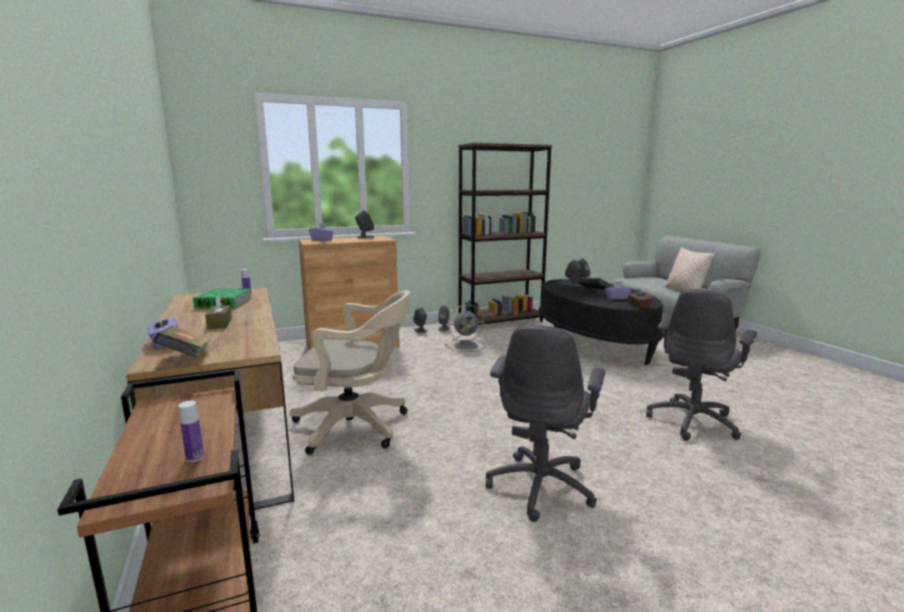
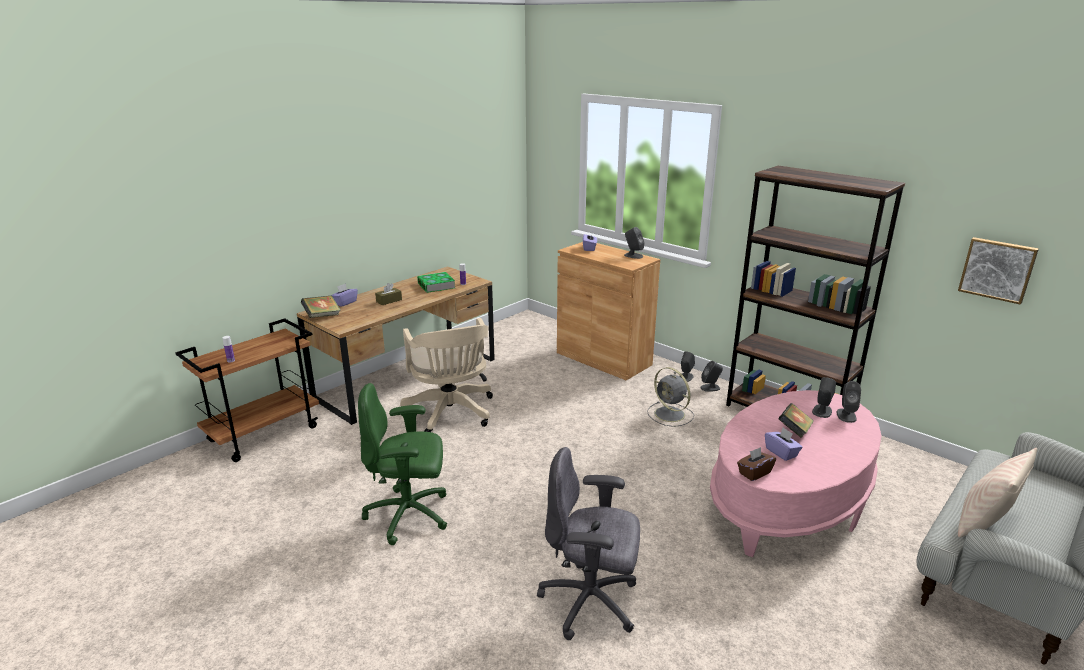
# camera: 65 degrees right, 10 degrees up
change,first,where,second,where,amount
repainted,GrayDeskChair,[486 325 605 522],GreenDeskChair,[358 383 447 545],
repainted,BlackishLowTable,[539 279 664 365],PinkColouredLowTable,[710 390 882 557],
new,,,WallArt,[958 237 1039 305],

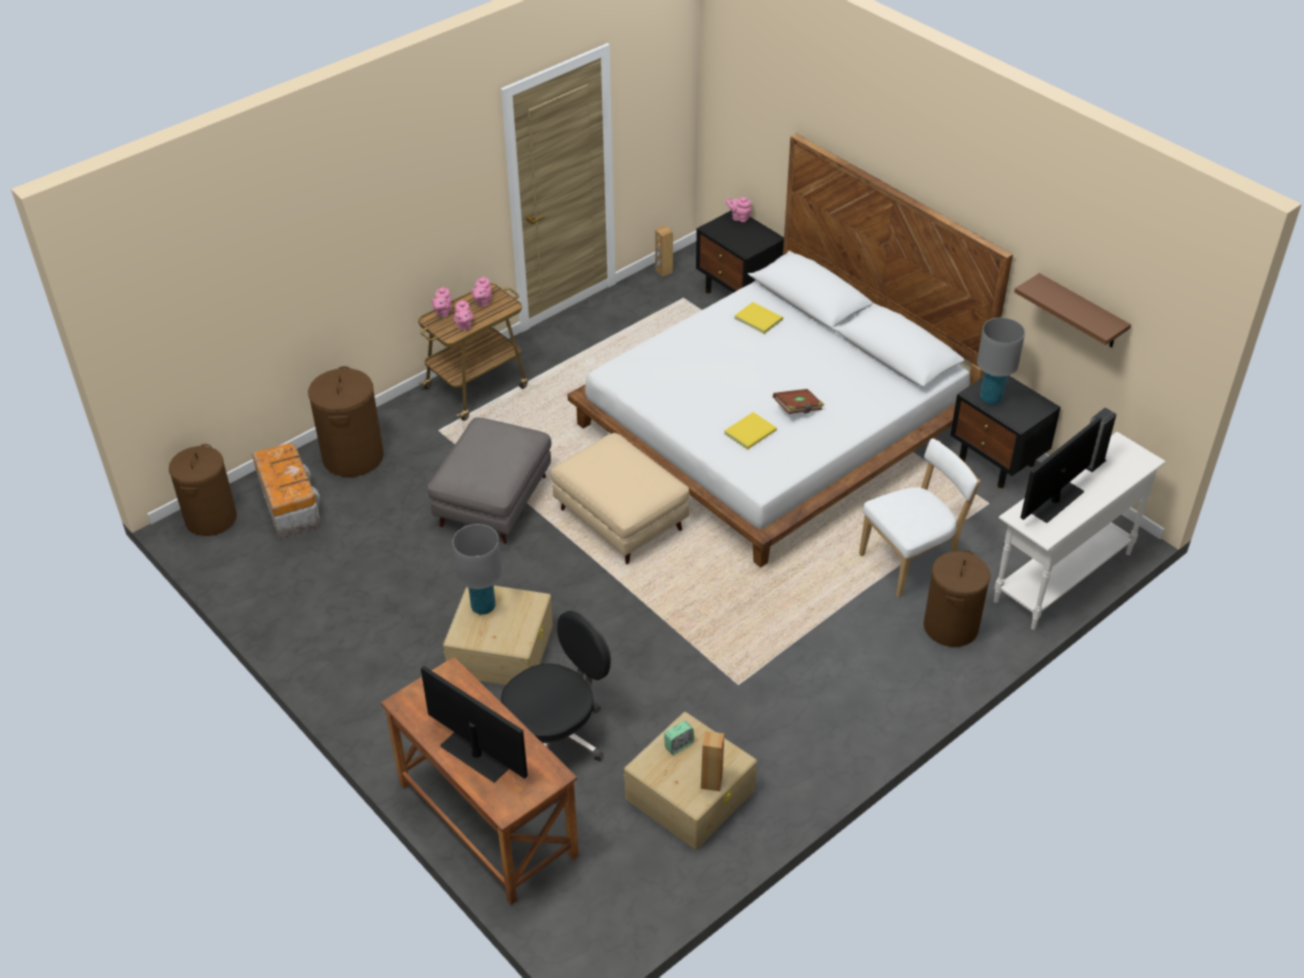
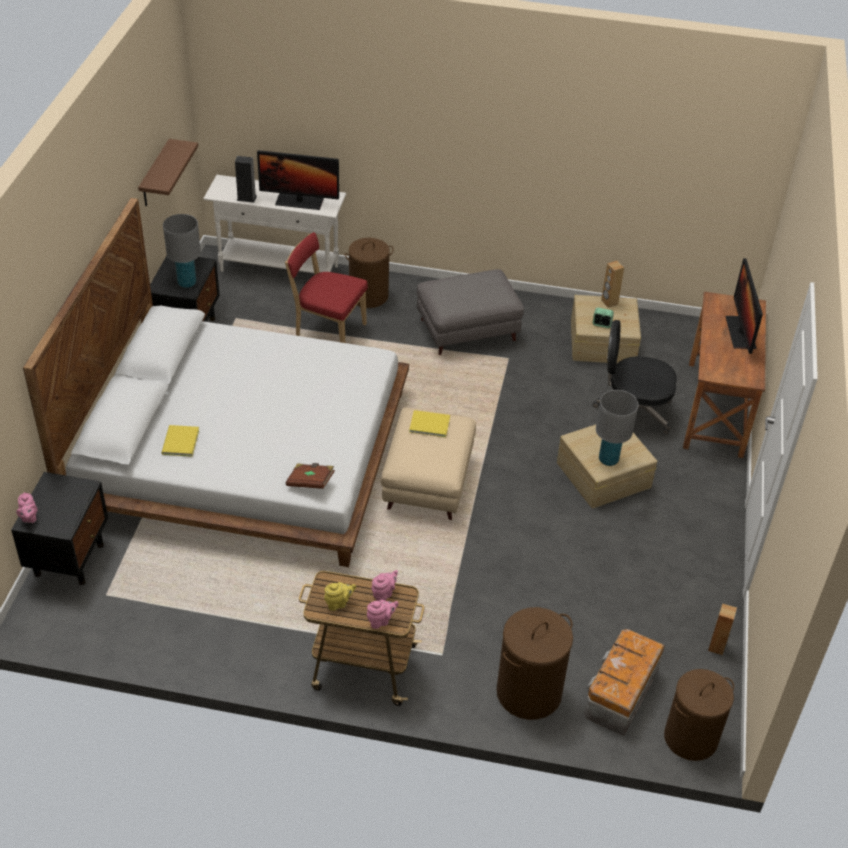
# camera: 130 degrees left, 0 degrees up
change,first,where,second,where,amount
repainted,WhitePlainChair,[859 438 980 598],ReddishPlainChair,[285 232 368 343],
shifted,BrownishVolume,[773 389 824 414],,[286 463 335 489],
repainted,PinkColouredTeapot,[471 276 491 307],YellowTeapot,[324 582 356 611],
shifted,YellowVolume,[724 412 777 450],,[409 410 450 437],
shifted,GrayFootrest,[427 417 552 544],,[417 269 524 355],
shifted,BrownishLoudspeaker,[655 226 673 277],,[708 604 737 655],

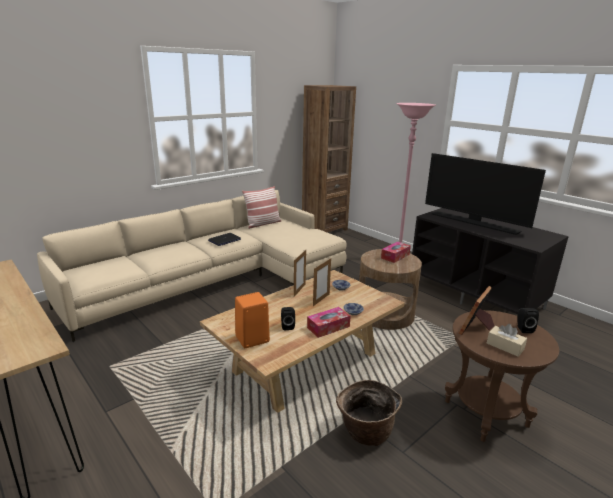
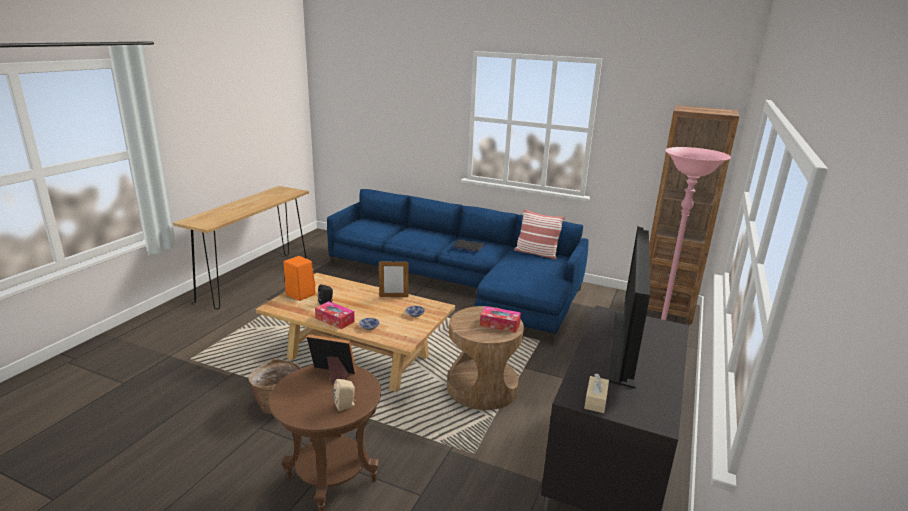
# camera: 65 degrees right, 0 degrees up
change,first,where,second,where,amount
repainted,BeigeColouredSettee,[37 190 347 342],BluishSettee,[327 189 589 344],
repainted,BlackishLoudspeaker,[518 308 539 333],BeigeColouredLoudspeaker,[333 379 356 411],
shifted,BeigeColouredTissueBox,[487 324 527 357],,[584 373 609 413],
gone,PhotoFrame,[313 258 331 306],,,

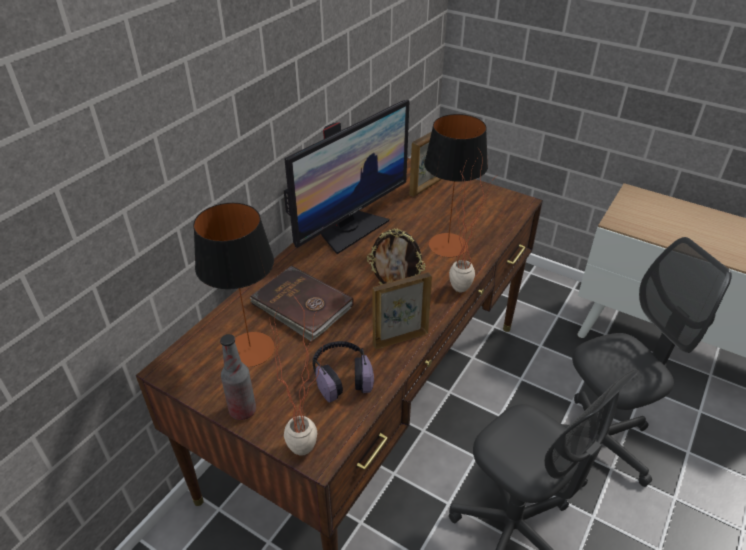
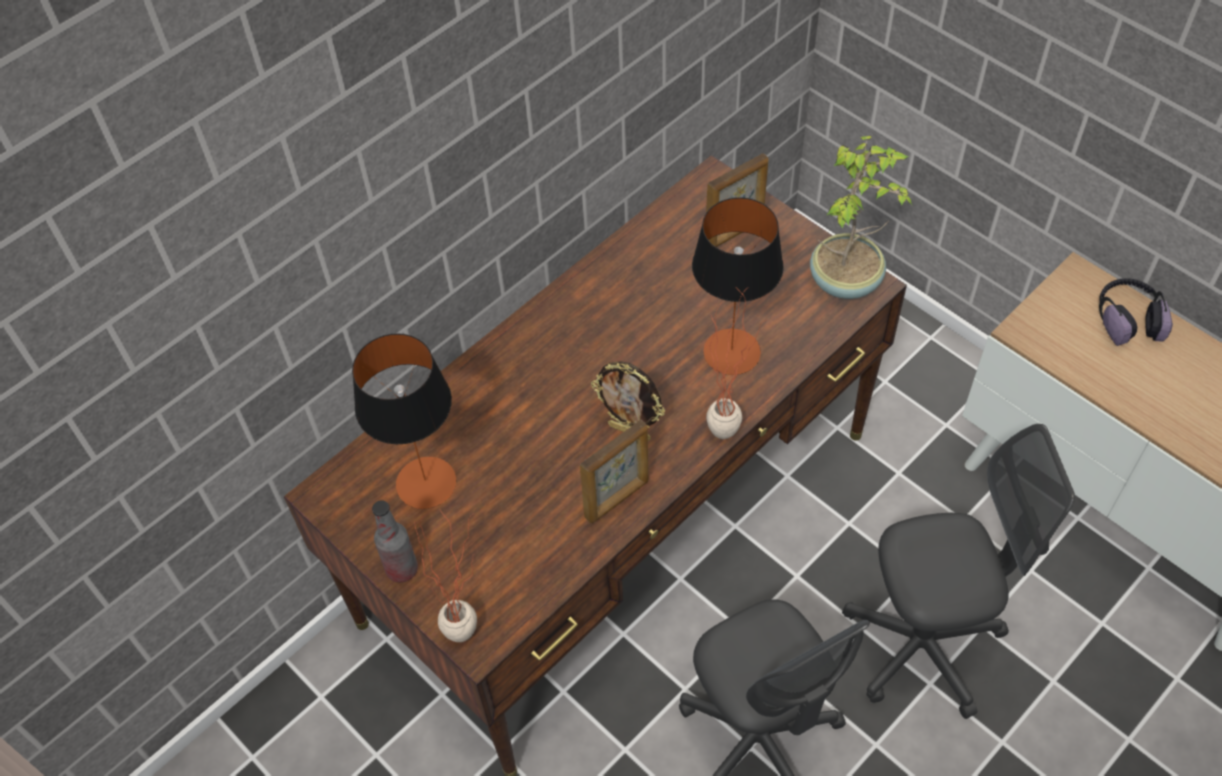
# camera: 15 degrees right, 15 degrees up
change,first,where,second,where,amount
rotated,PhotoFrame,[373 272 432 349],,[580 420 648 523],150 degrees clockwise
new,,,Houseplant,[810 136 912 299],
shifted,Headphones,[312 341 374 403],,[1099 278 1173 346],
gone,BrownishVolume,[250 266 354 341],,,
gone,ComputerScreen,[284 100 410 254],,,

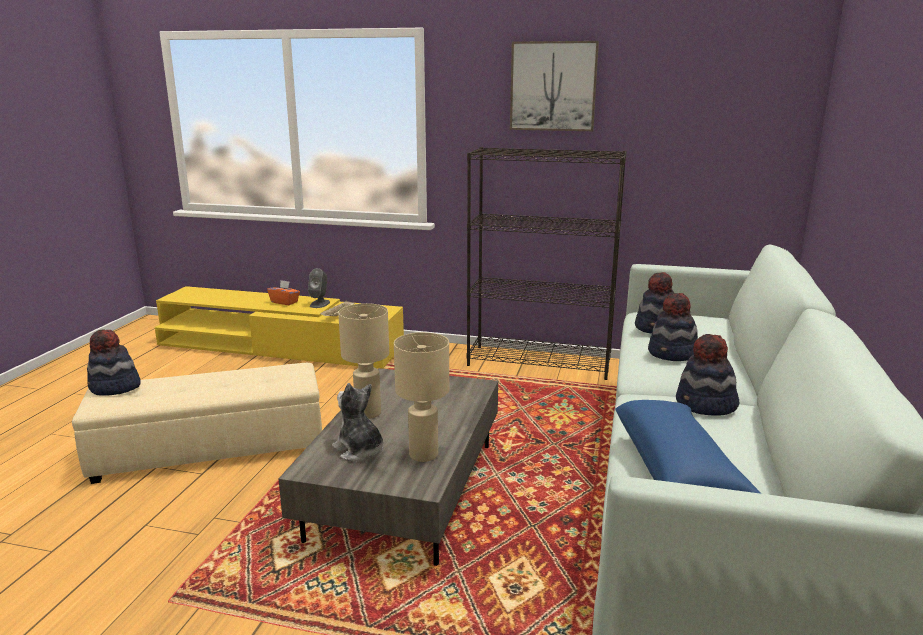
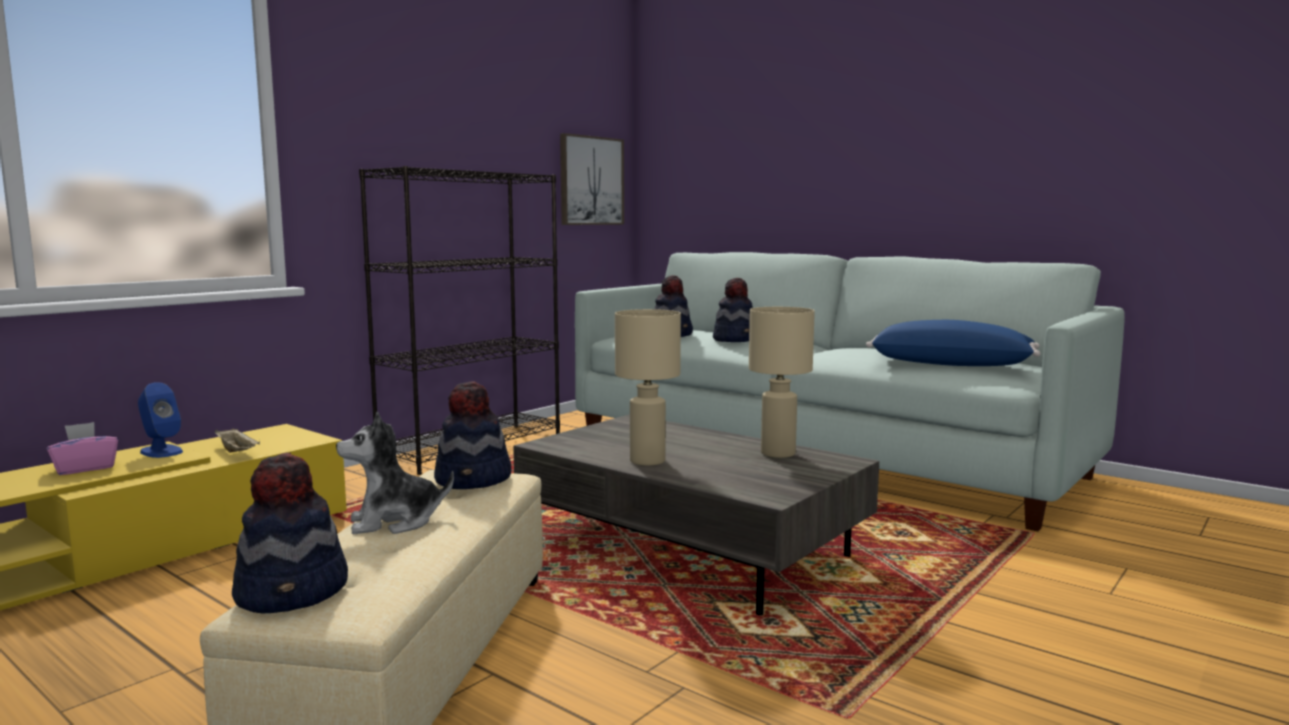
# camera: 65 degrees left, 10 degrees down
change,first,where,second,where,amount
repainted,OrangeyTissueBox,[267 280 300 305],PinkColouredTissueBox,[47 422 118 475],
repainted,GrayLoudspeaker,[308 268 330 308],BluishLoudspeaker,[138 382 183 458],
shifted,SoftToy,[332 383 384 462],,[336 412 454 535],
shifted,Hat,[676 334 739 416],,[434 381 511 489],
shifted,WallArt,[510 41 599 131],,[560 133 624 225],

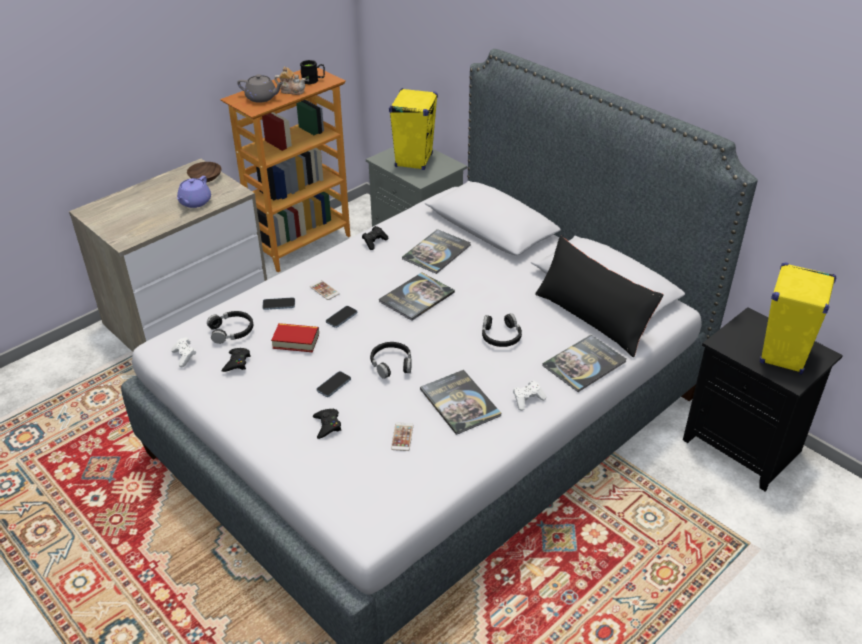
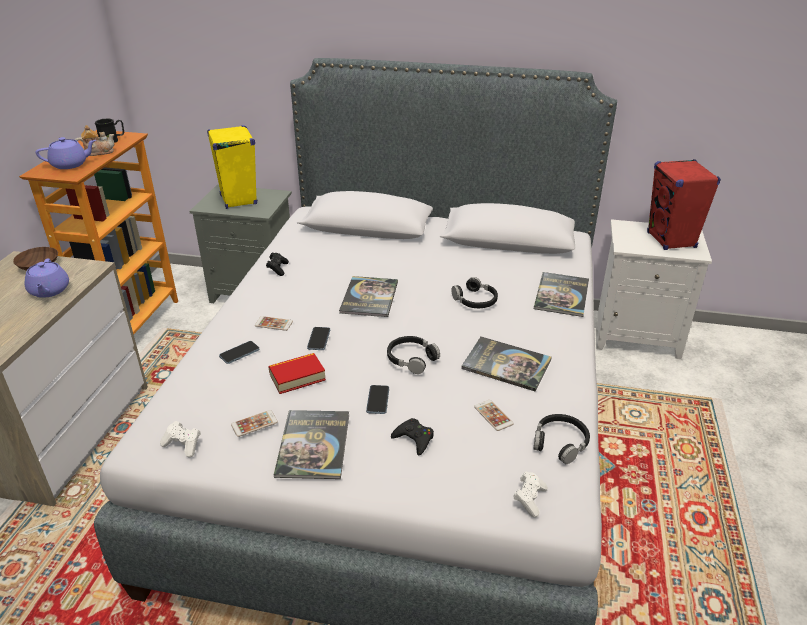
# camera: 35 degrees left, 5 degrees down
change,first,where,second,where,amount
repainted,GrayTeapot,[237 74 284 103],PurpleColouredTeapot,[36 137 96 169],
swapped,BlackishJoypad,[222 348 250 372],Handset,[231 410 278 437],
shifted,Volume,[402 229 471 274],,[274 410 349 479],
shifted,WhiteJoypad,[513 380 546 411],,[513 472 548 518],
shifted,BlackishHeadphones,[207 311 253 344],,[533 414 590 464],
repainted,BlackishNightTable,[683 307 843 491],WhiteNightTable,[597 219 712 359],
repainted,YellowLoudspeaker,[760 263 837 375],ReddishLoudspeaker,[647 159 721 250],
gone,BlackishPillow,[535 236 664 357],,,

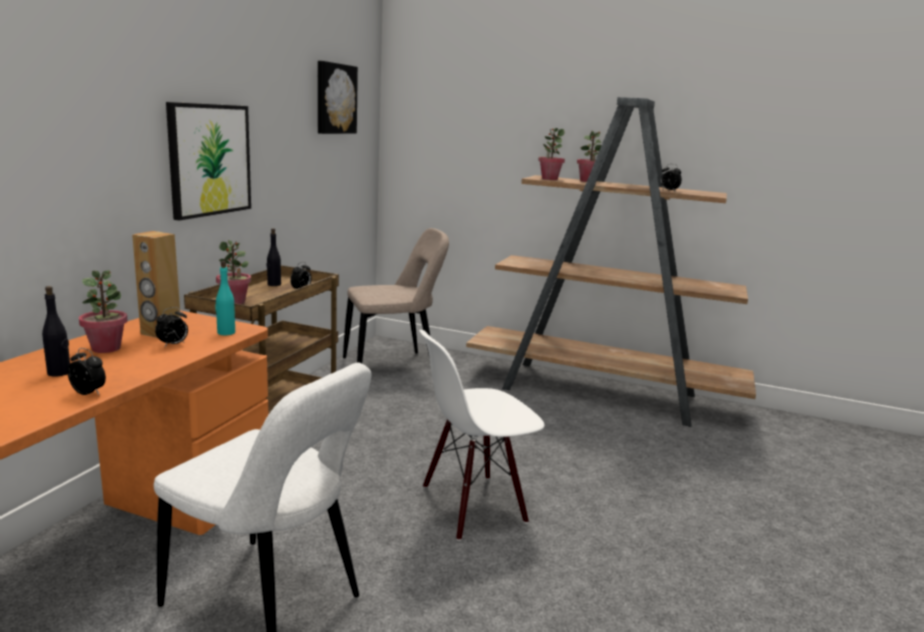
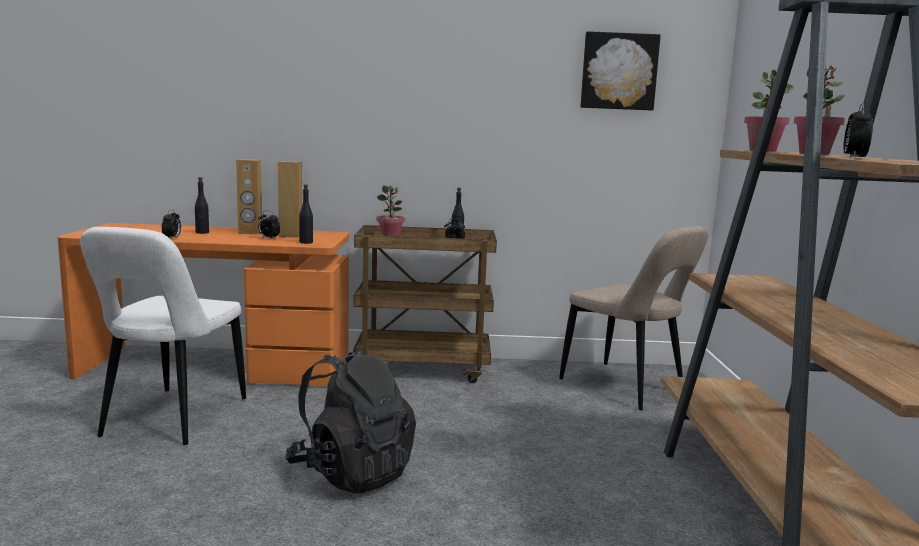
# camera: 70 degrees right, 5 degrees down
change,first,where,second,where,amount
swapped,Houseplant,[79 270 128 353],BrownishLoudspeaker,[236 159 262 235],
swapped,WhitePlainChair,[419 330 544 541],BlackishKnapsack,[285 348 416 494],
repainted,BlueGreenBottle,[215 261 235 335],BlackishBottle,[299 184 313 244],
gone,WallArt,[166 102 251 221],,,

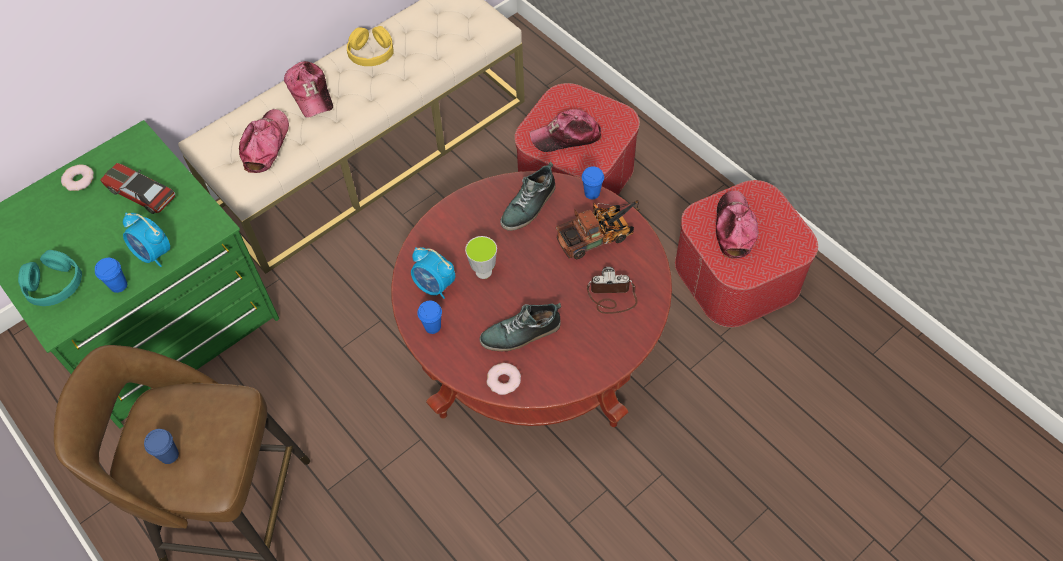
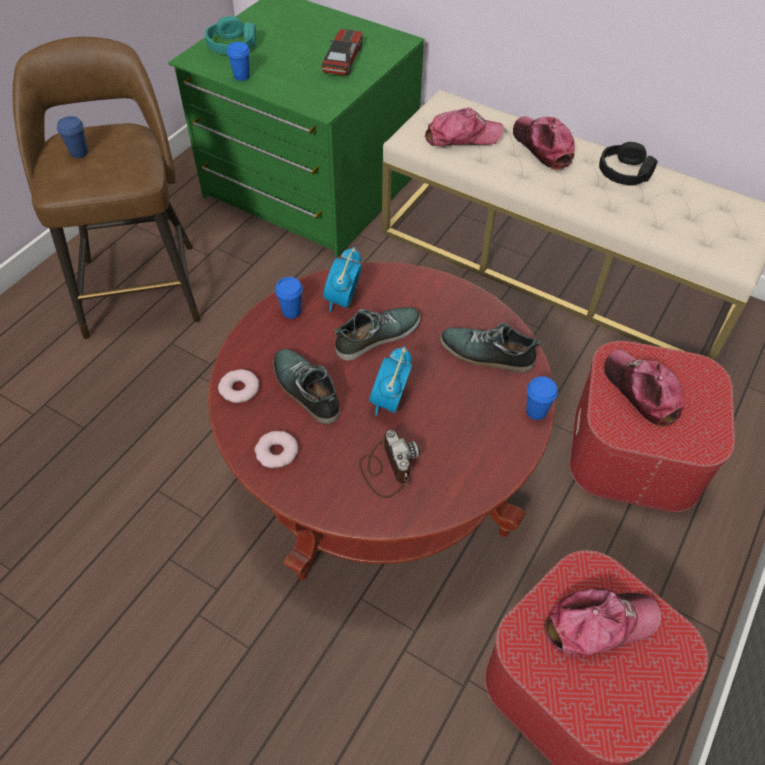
# camera: 70 degrees right, 5 degrees down
change,first,where,second,where,amount
shifted,RingDoughnut,[61 165 94 191],,[255 431 298 468],
swapped,Cup,[465 236 497 279],Shoe,[334 307 421 361],
shifted,AlarmClock,[123 213 170 267],,[369 346 412 416],
rotated,PeakedCap,[284 61 333 118],,[513 116 575 170],105 degrees clockwise
repainted,YellowHeadphones,[347 26 394 66],BlackishHeadphones,[599 142 658 186],
gone,ModelTruck,[556 200 640 259],,,

